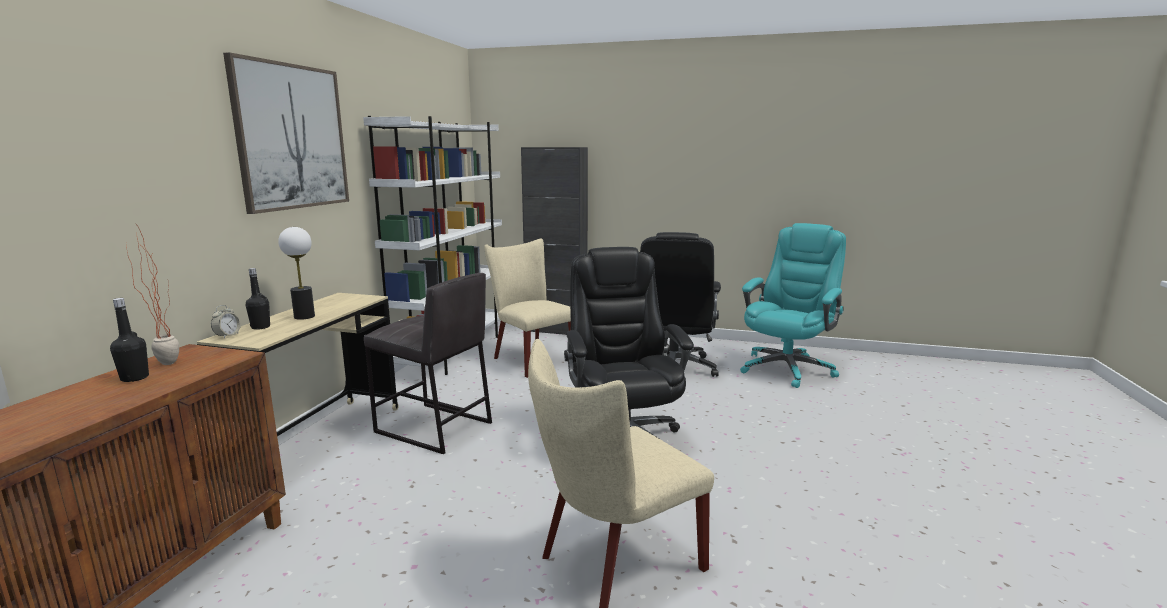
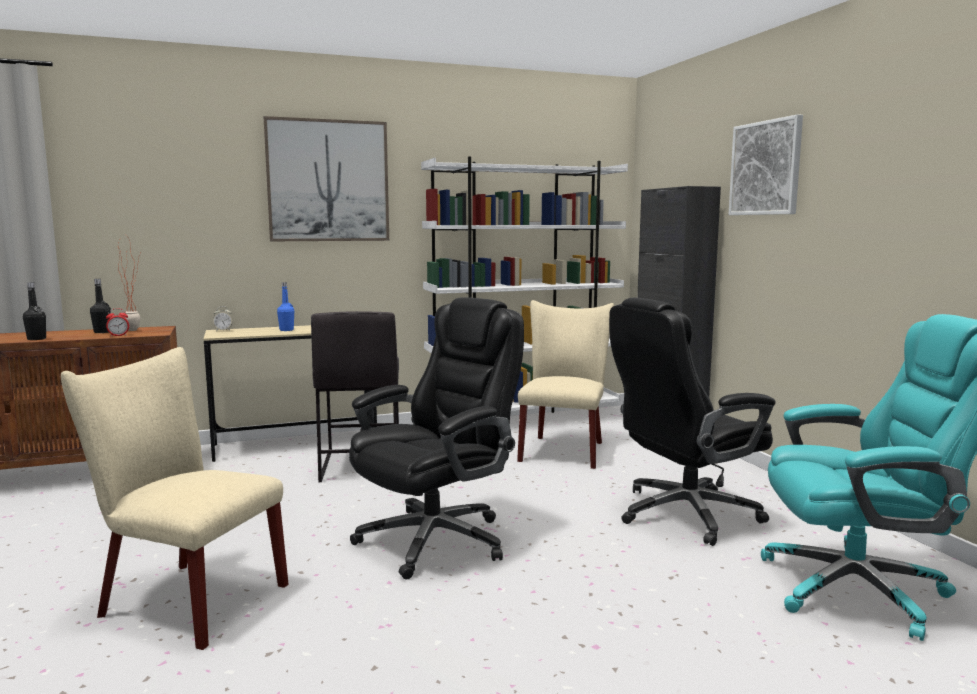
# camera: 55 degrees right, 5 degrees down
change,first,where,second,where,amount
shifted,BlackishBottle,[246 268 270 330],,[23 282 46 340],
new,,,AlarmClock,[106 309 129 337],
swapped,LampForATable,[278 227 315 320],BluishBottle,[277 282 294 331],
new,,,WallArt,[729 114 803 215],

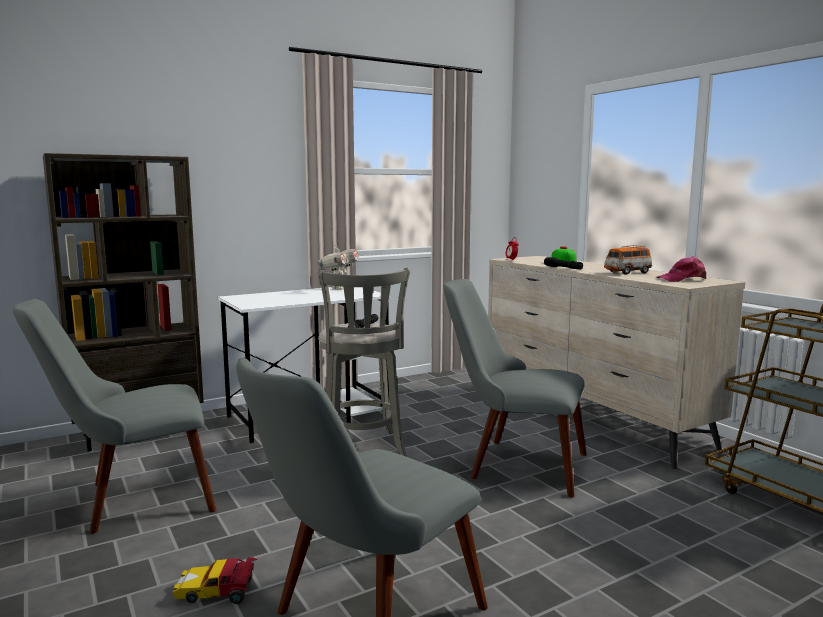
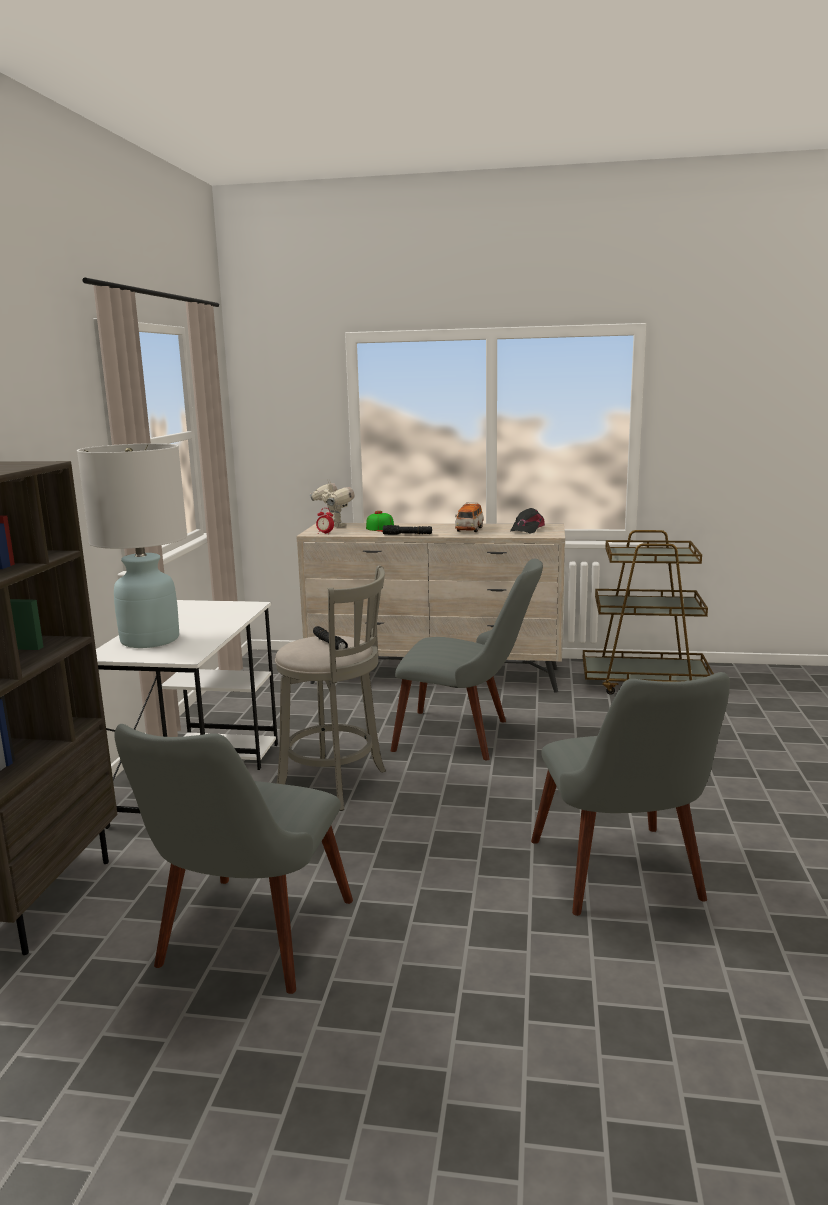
# camera: 50 degrees left, 5 degrees up
change,first,where,second,where,amount
new,,,WhiteLampForATable,[77 443 187 648],
shifted,RobotFigure,[317 244 359 290],,[310 480 354 527],
rotated,GrayPlainChair,[443 279 587 497],,[391 559 543 760],135 degrees counterclockwise
repainted,PinkColouredPeakedCap,[656 256 706 282],BlackishPeakedCap,[510 508 545 534],
gone,ModelCar,[172 557 258 604],,,

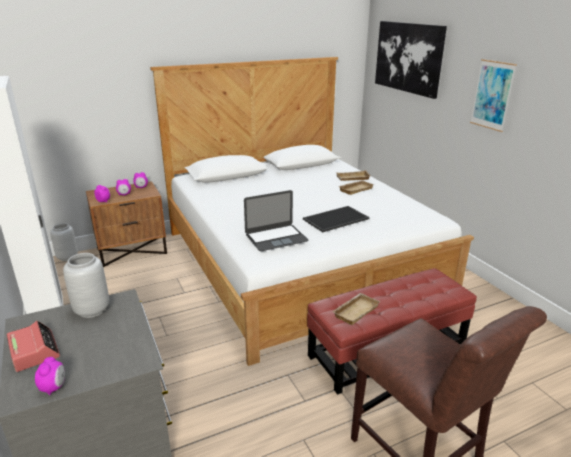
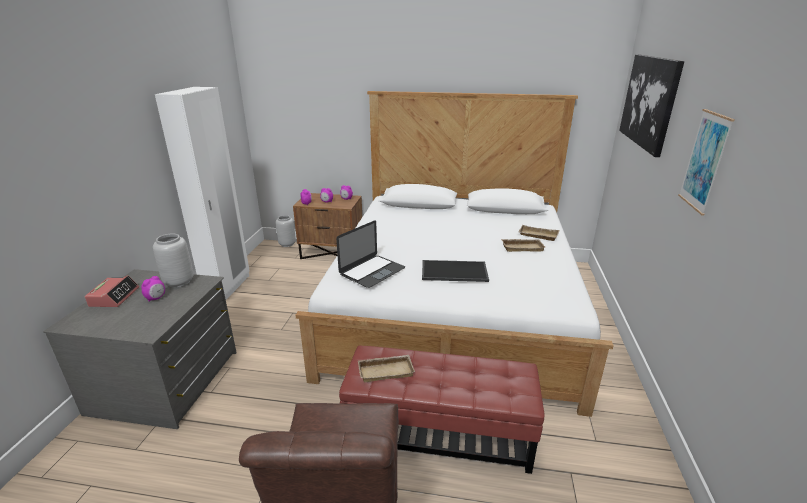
# camera: 35 degrees right, 0 degrees up
change,first,where,second,where,amount
shifted,AlarmClock,[35 357 65 395],,[141 276 165 301],
rotated,PortableComputer,[244 190 308 251],,[336 221 405 288],60 degrees counterclockwise

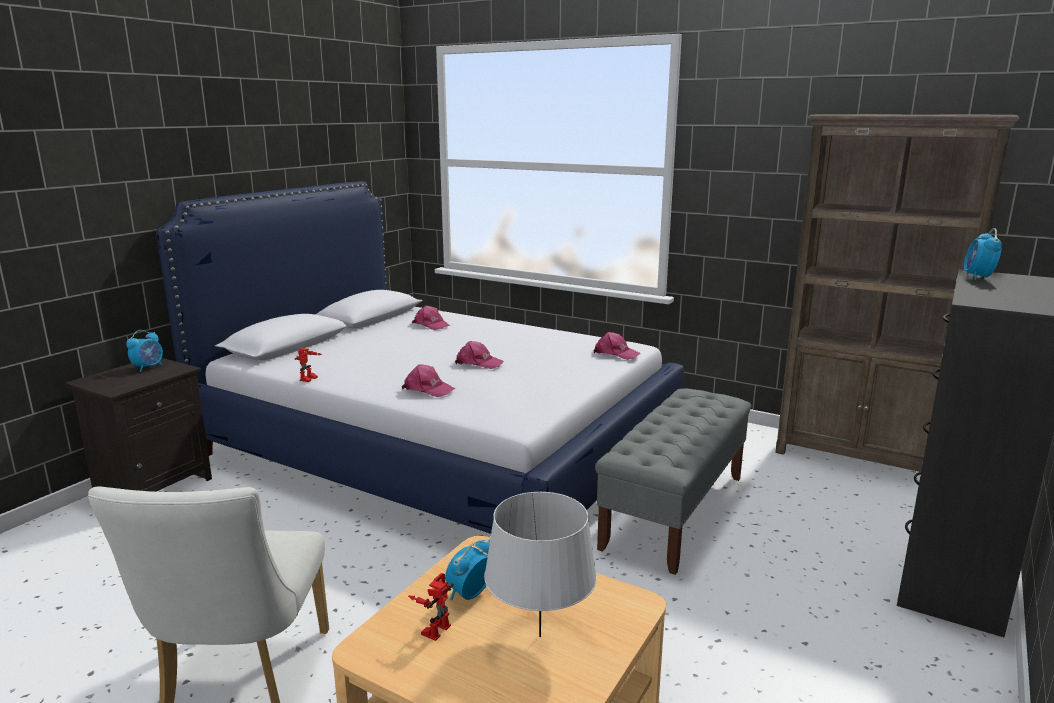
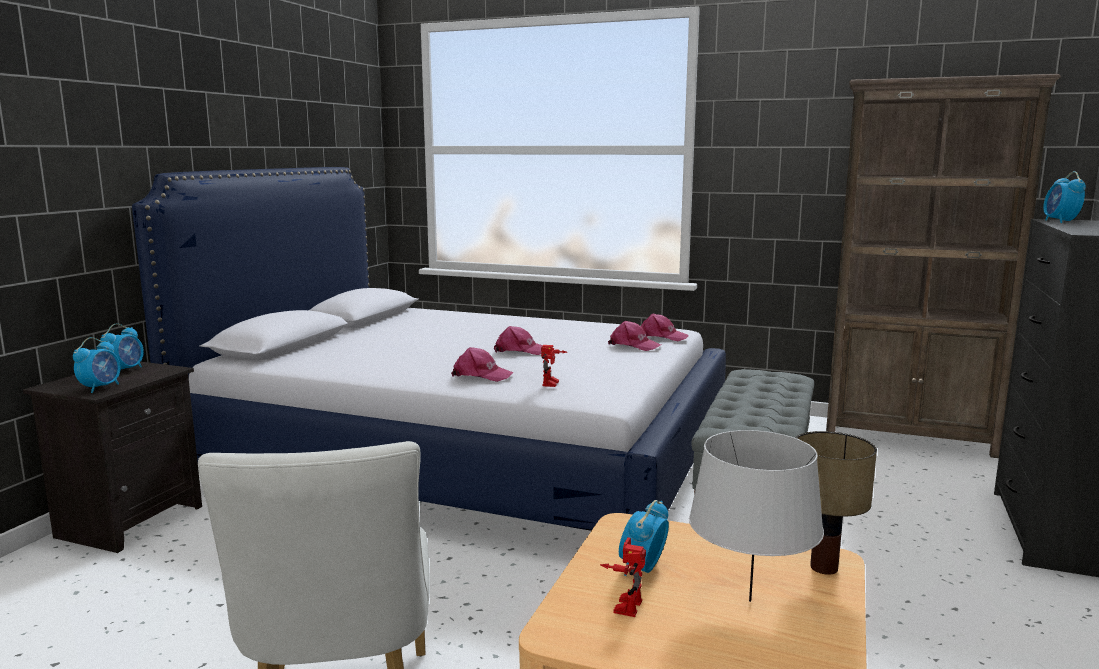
# camera: 10 degrees left, 5 degrees down
change,first,where,second,where,amount
new,,,AlarmClock,[73 337 121 393],
shifted,RobotFigure,[295 348 322 382],,[541 345 567 387],
shifted,PinkColouredPeakedCap,[412 306 450 330],,[608 321 661 351],
new,,,LampForATable,[795 431 877 575],

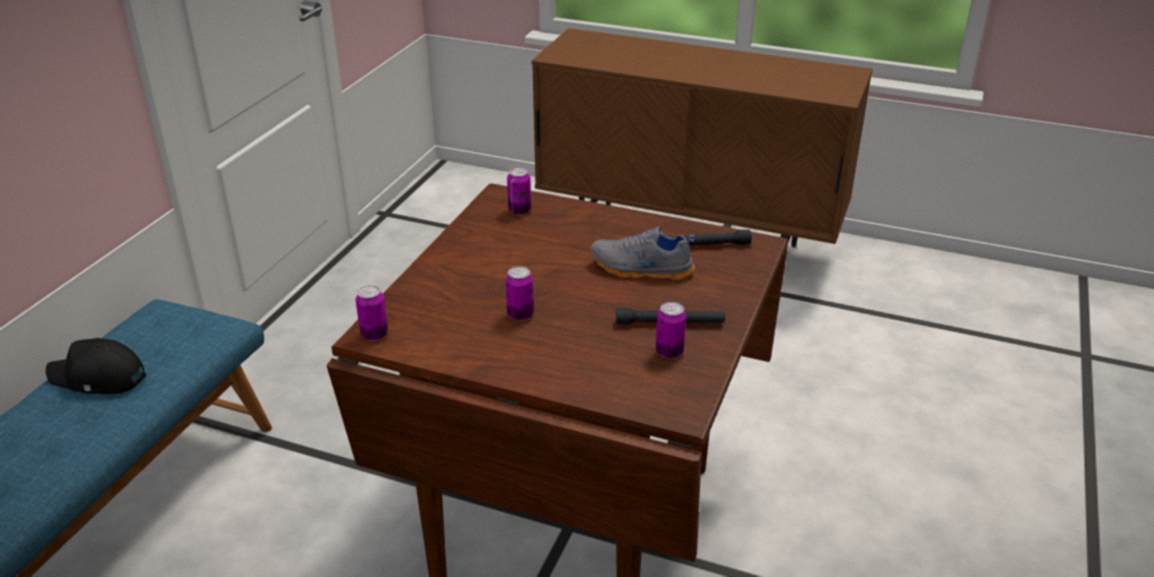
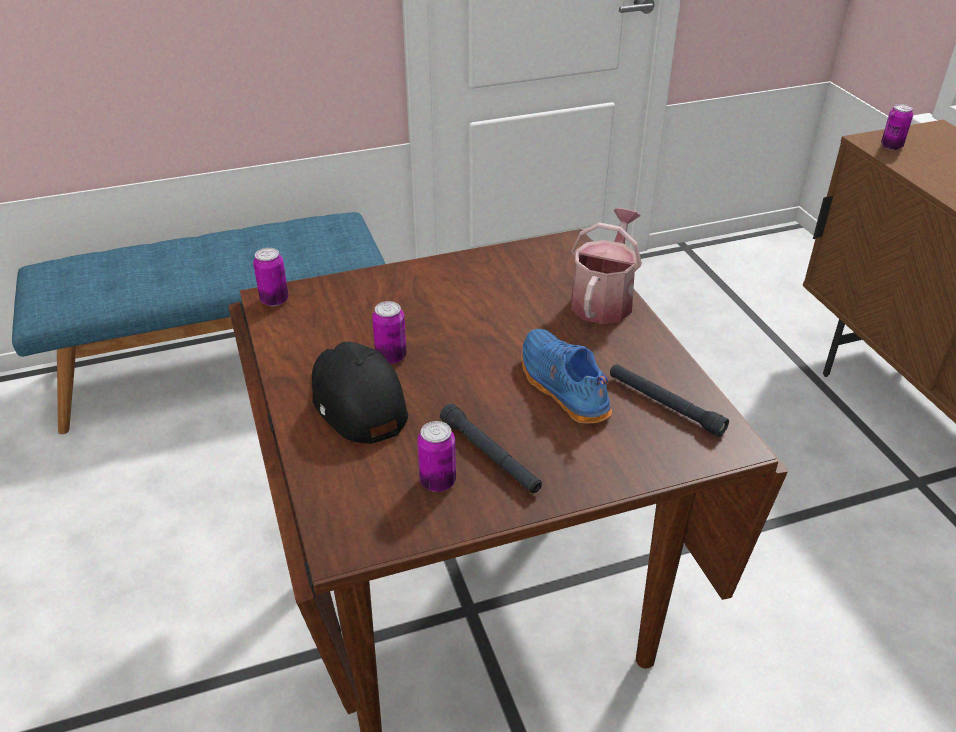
# camera: 50 degrees right, 5 degrees up
change,first,where,second,where,amount
shifted,BlackishPeakedCap,[46 338 146 394],,[312 342 408 444],
repainted,GrayShoe,[591 227 695 280],BluishShoe,[521 329 612 424],
new,,,WateringCan,[571 208 642 324],
shifted,Can,[507 167 531 215],,[881 104 913 150],

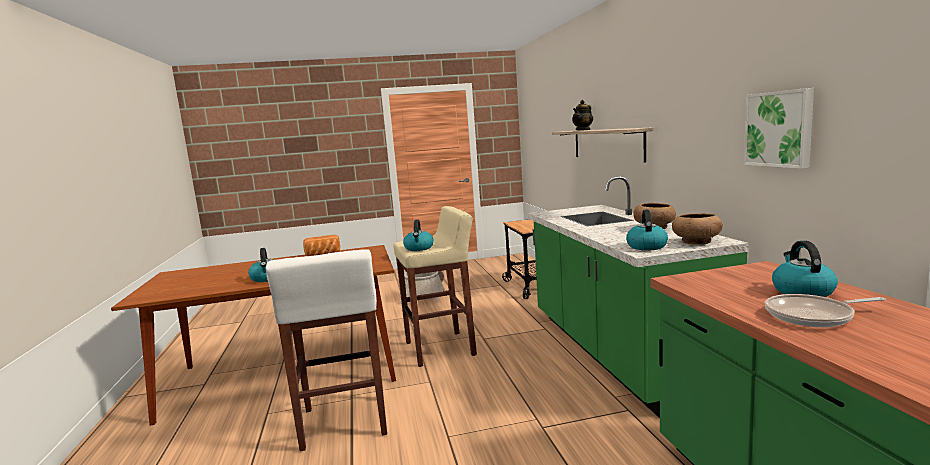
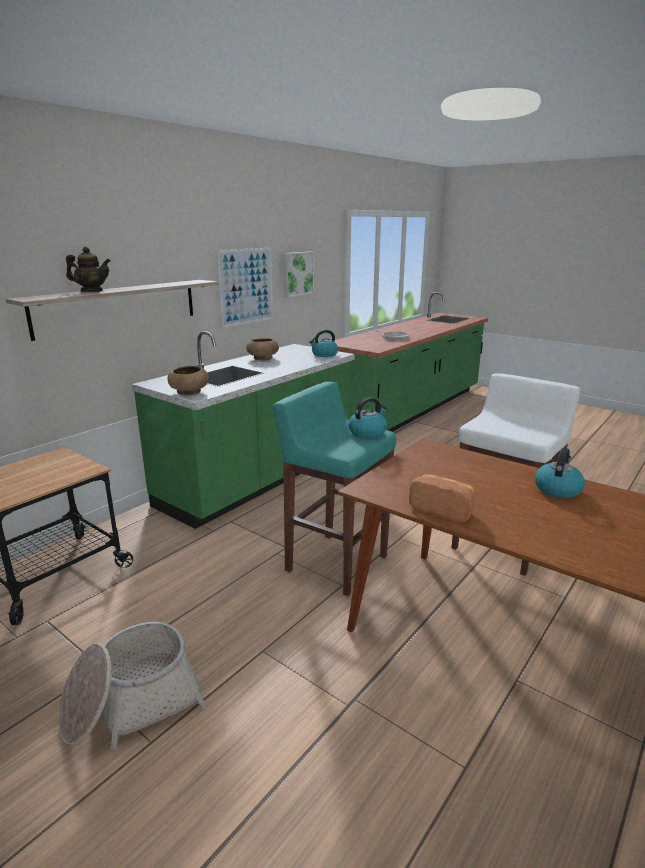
# camera: 130 degrees left, 10 degrees up
change,first,where,second,where,amount
shifted,BrownishDeepDish,[672 213 723 245],,[167 366 209 395],
new,,,WallArt,[216 248 273 328],
repainted,BeigeColouredStool,[393 206 477 367],BlueGreenStool,[272 382 396 596],
gone,TeaKettle,[772 241 838 297],,,

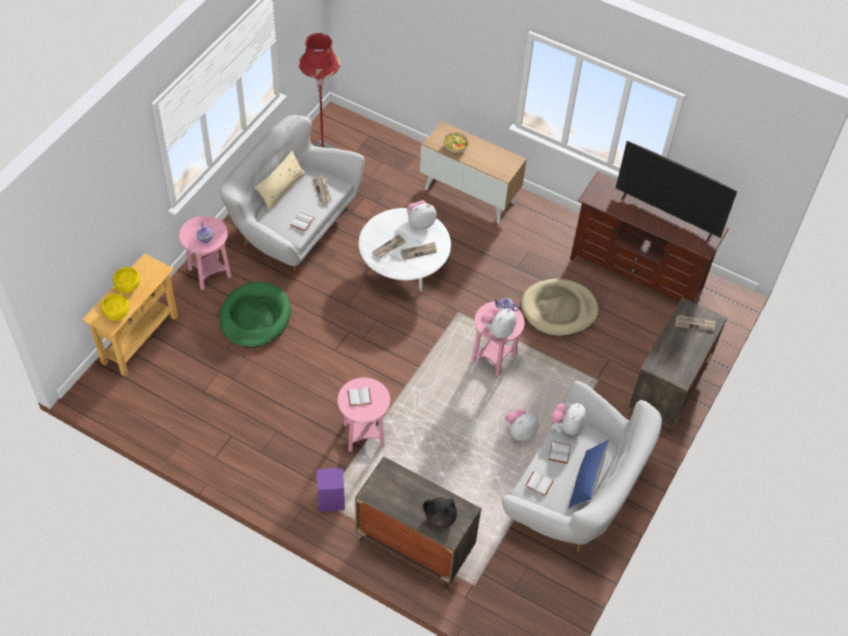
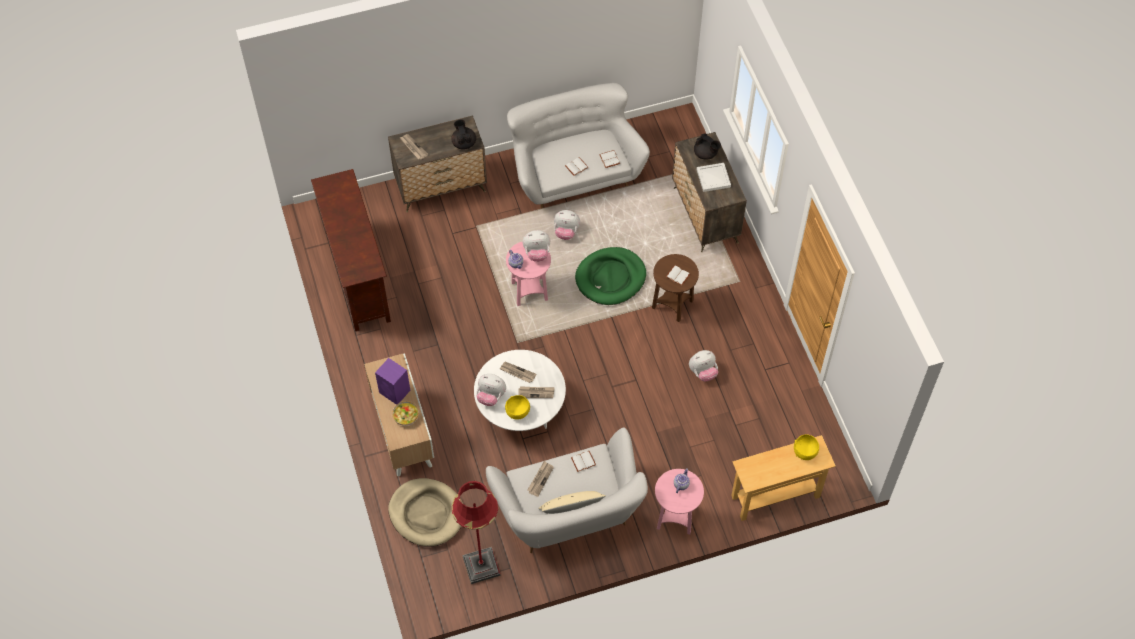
# camera: 135 degrees left, 5 degrees up
change,first,where,second,where,amount
shifted,PurpleColouredLoudspeaker,[316 468 345 512],,[375 358 410 405],
shifted,BeigeColouredDogBed,[521 279 598 336],,[388 478 463 546],
new,,,BlackishTeapot,[451 119 476 149],
shifted,YellowDeepDish,[113 267 140 293],,[505 395 530 420],
shifted,GreenDogBed,[220 282 291 348],,[575 247 646 305],
repainted,PinkColouredSideTable,[338 378 390 452],BrownishSideTable,[652 254 699 322],
shifted,SoftToy,[551 403 586 435],,[689 350 718 382],
new,,,WhiteTray,[696 163 731 192],
gone,BluishPillow,[569 440 609 509],,,
gone,Tv,[616 141 737 241],,,

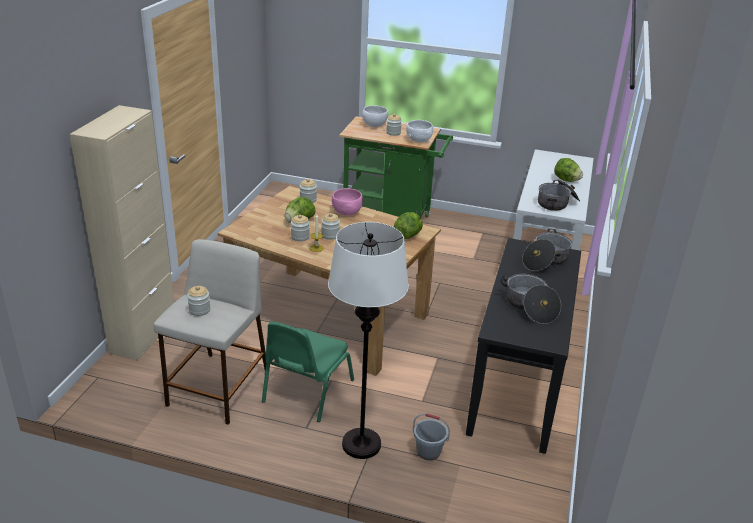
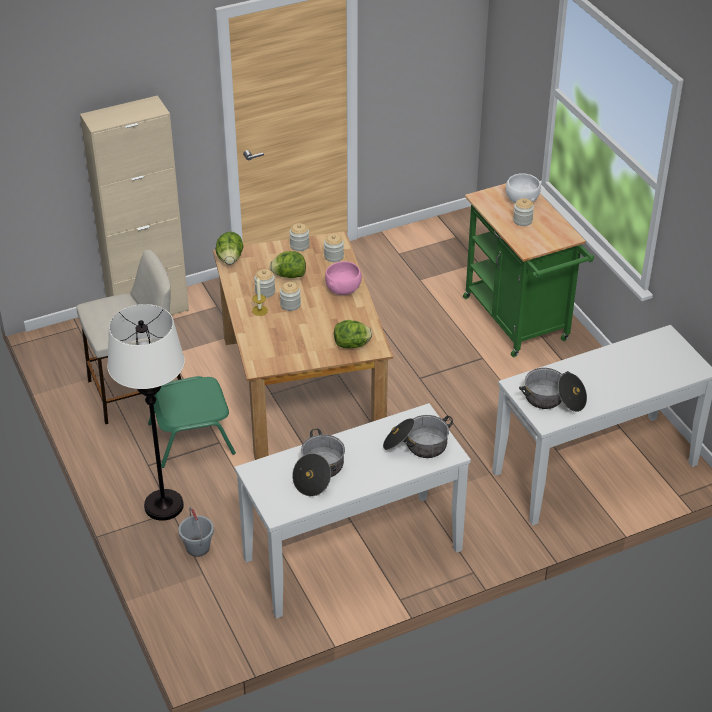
# camera: 50 degrees right, 10 degrees up
change,first,where,second,where,amount
shifted,LettuceHead,[554 158 583 182],,[216 231 243 265],
repainted,BlackishNarrowTable,[466 238 581 454],WhiteNarrowTable,[235 403 471 619],
shifted,PreserveJar,[187 286 210 316],,[289 223 309 251],
gone,WhiteDeepDish,[406 120 433 143],,,

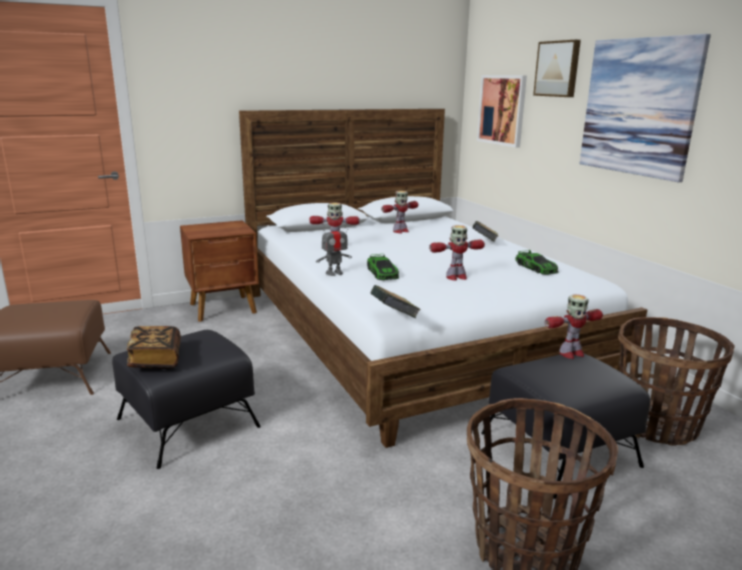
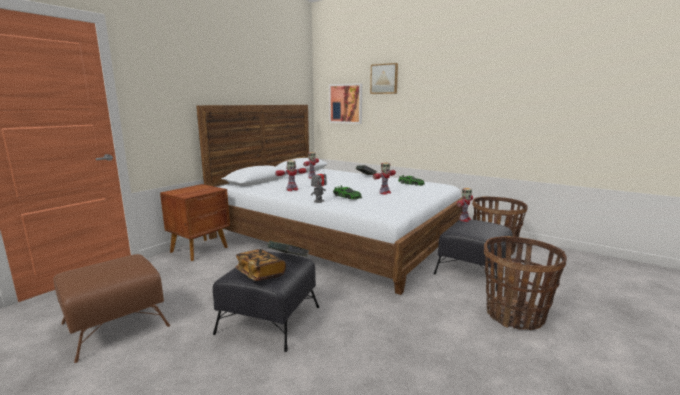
# camera: 30 degrees left, 5 degrees down
change,first,where,second,where,amount
shifted,Volume,[370 285 421 318],,[267 241 310 257],
gone,WallArt,[579 34 711 182],,,

